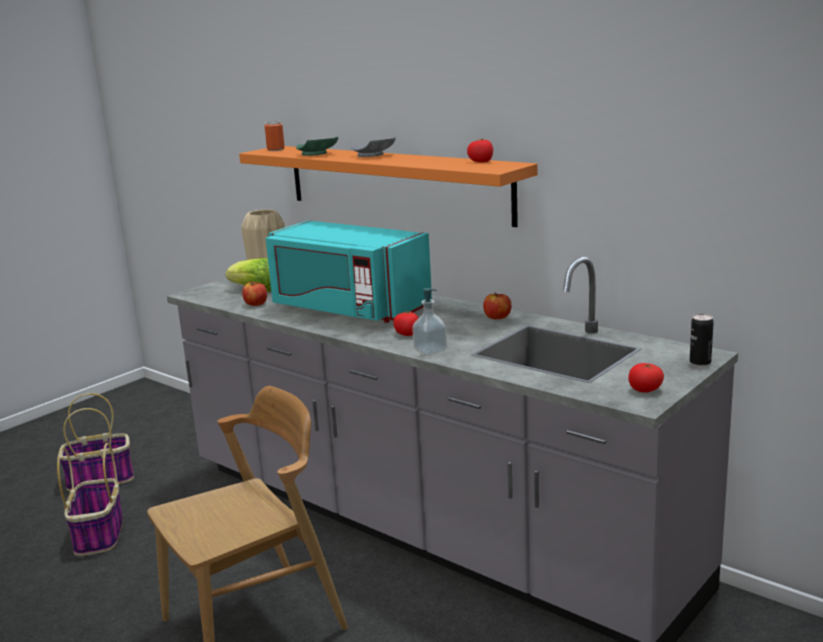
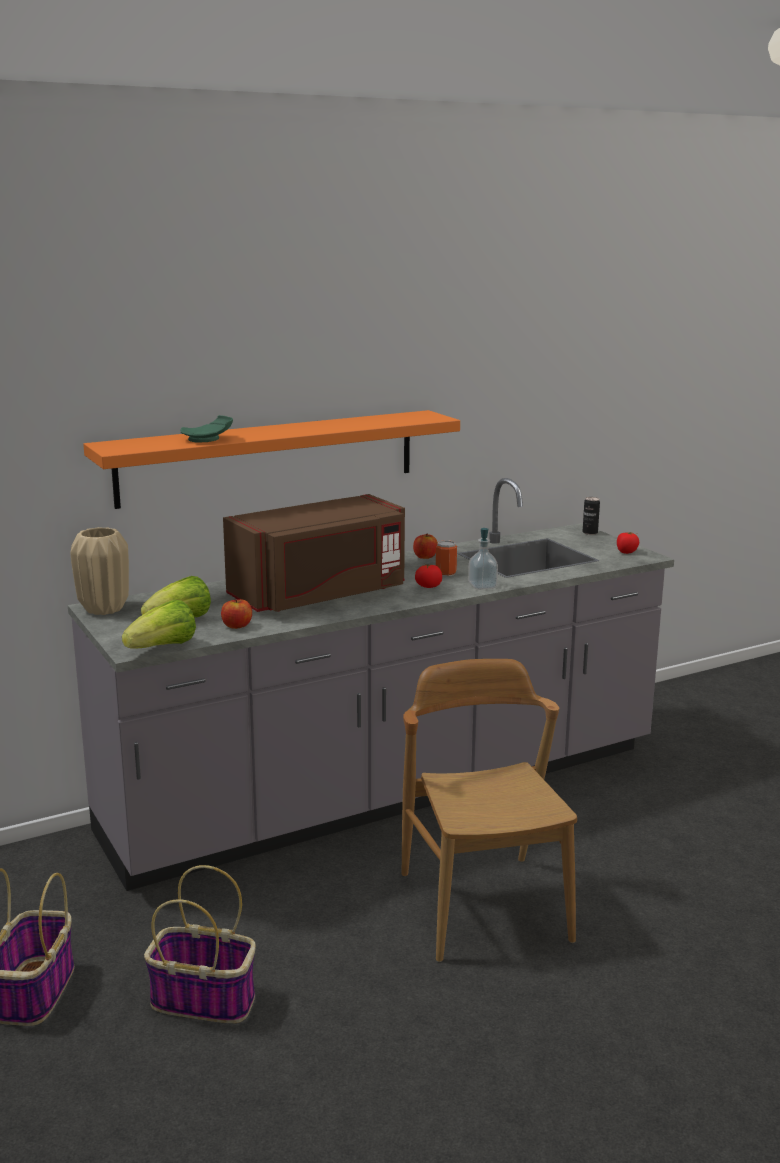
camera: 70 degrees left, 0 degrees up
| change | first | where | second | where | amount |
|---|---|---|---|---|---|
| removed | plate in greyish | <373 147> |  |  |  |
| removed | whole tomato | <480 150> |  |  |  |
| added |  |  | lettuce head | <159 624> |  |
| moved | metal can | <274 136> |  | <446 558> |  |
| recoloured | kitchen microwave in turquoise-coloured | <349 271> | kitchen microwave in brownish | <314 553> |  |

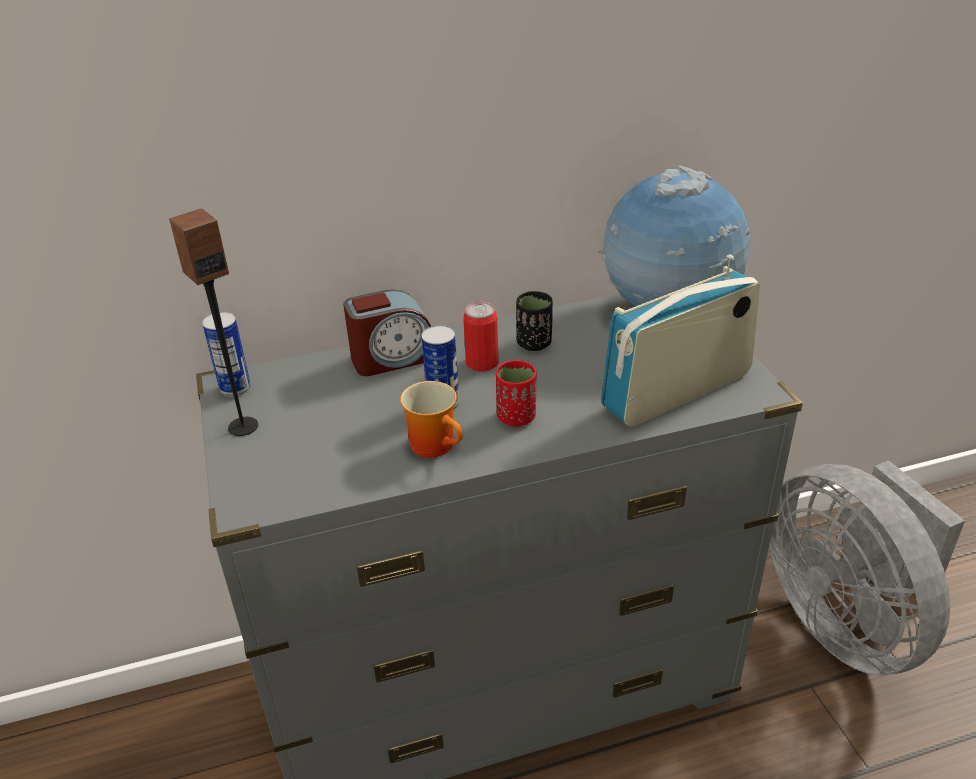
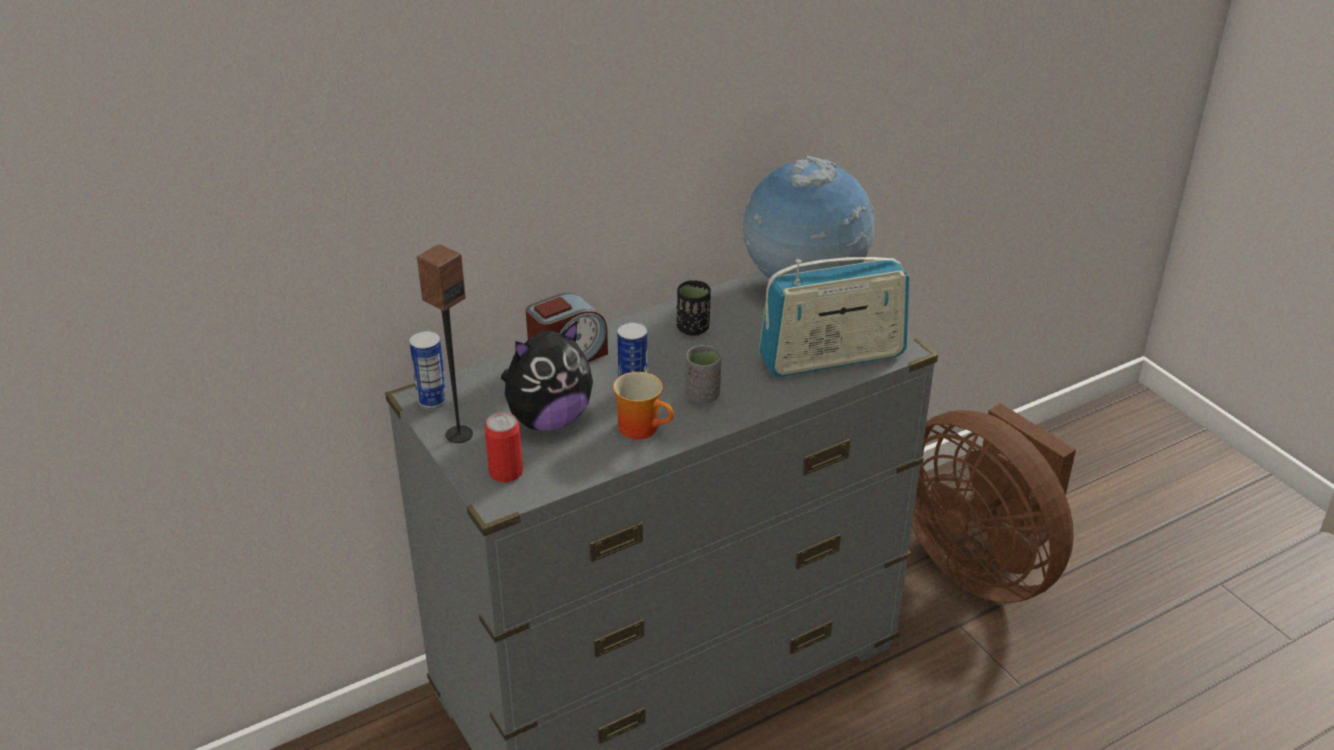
camera: 15 degrees left, 0 degrees up
| change | first | where | second | where | amount |
|---|---|---|---|---|---|
| added |  |  | cuddly toy | <547 375> |  |
| moved | metal can | <481 337> |  | <504 447> |  |
| recoloured | cup in reddish | <516 393> | cup in greyish | <703 374> |  |
| recoloured | electric fan in greyish | <867 568> | electric fan in brownish | <994 503> |  |
| turned | radio | <680 341> |  | <834 317> | 150 degrees counterclockwise |

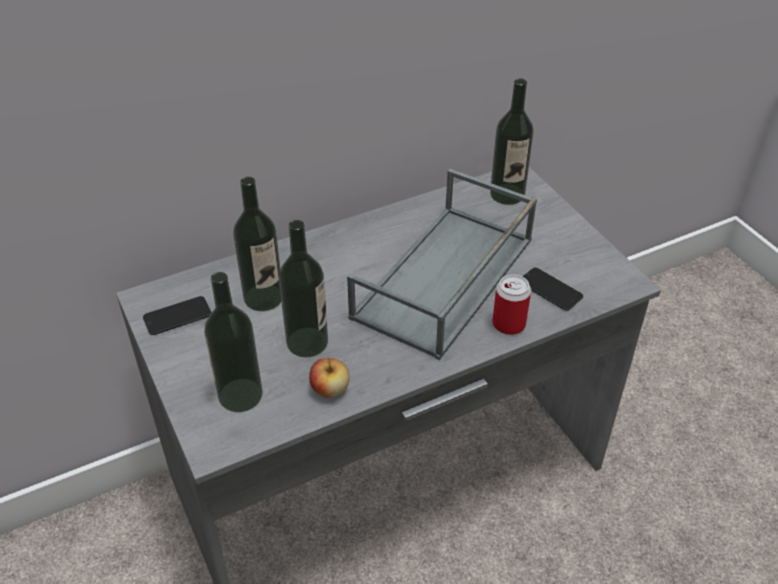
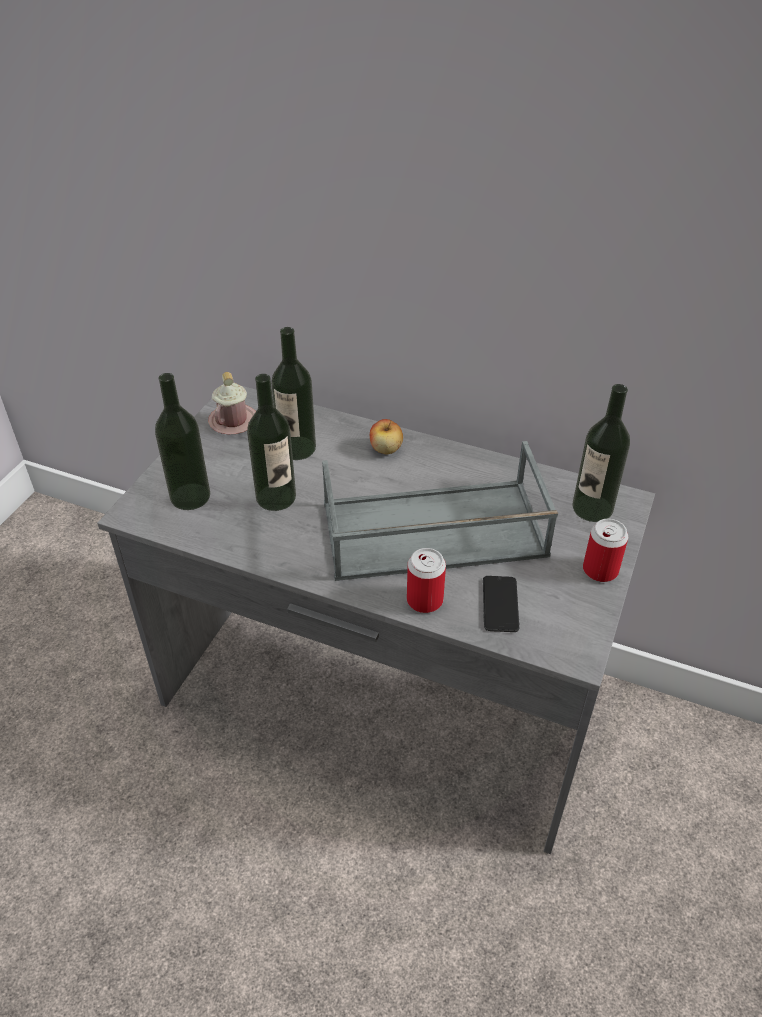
camera: 50 degrees right, 0 degrees up
| change | first | where | second | where | amount |
|---|---|---|---|---|---|
| added |  |  | metal can | <605 550> |  |
| moved | whole apple | <329 378> |  | <386 437> |  |
| replaced | phone | <177 315> | tea mug in pinkish | <232 403> |  |

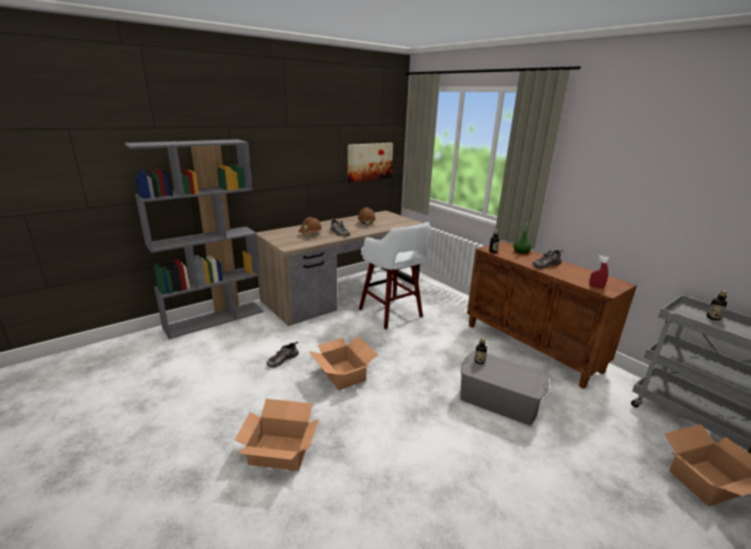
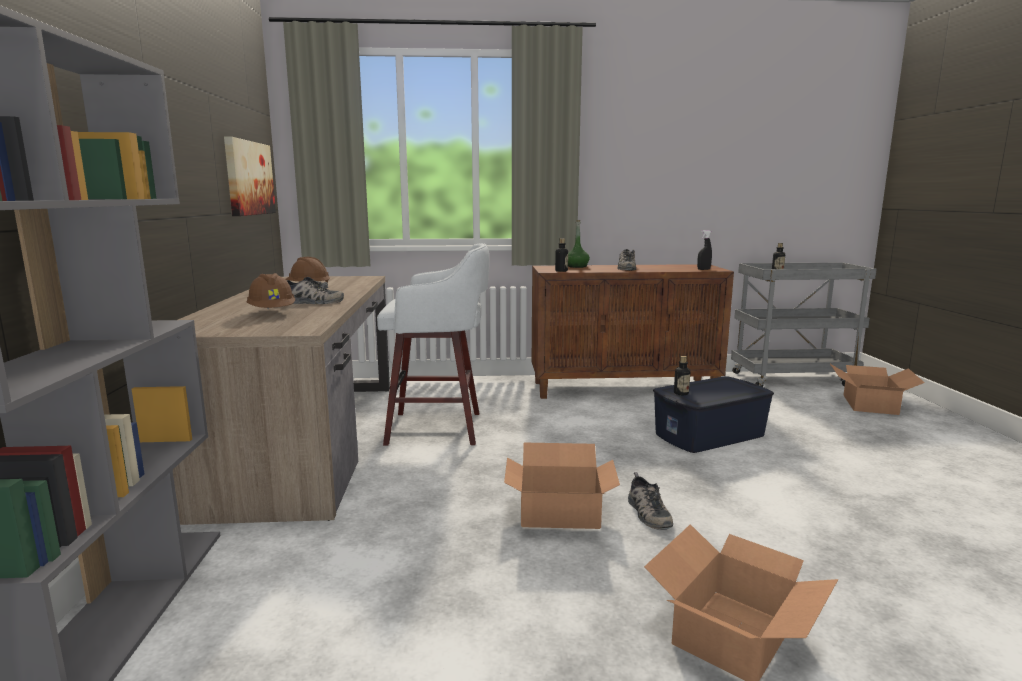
camera: 55 degrees left, 10 degrees down
| change | first | where | second | where | amount |
|---|---|---|---|---|---|
| moved | item of footwear | <283 354> |  | <650 501> |  |
| recoloured | storage container in greyish | <504 388> | storage container in blue-coloured | <713 414> |  |
| recoloured | sprayer in reddish | <599 272> | sprayer in black | <704 250> |  |

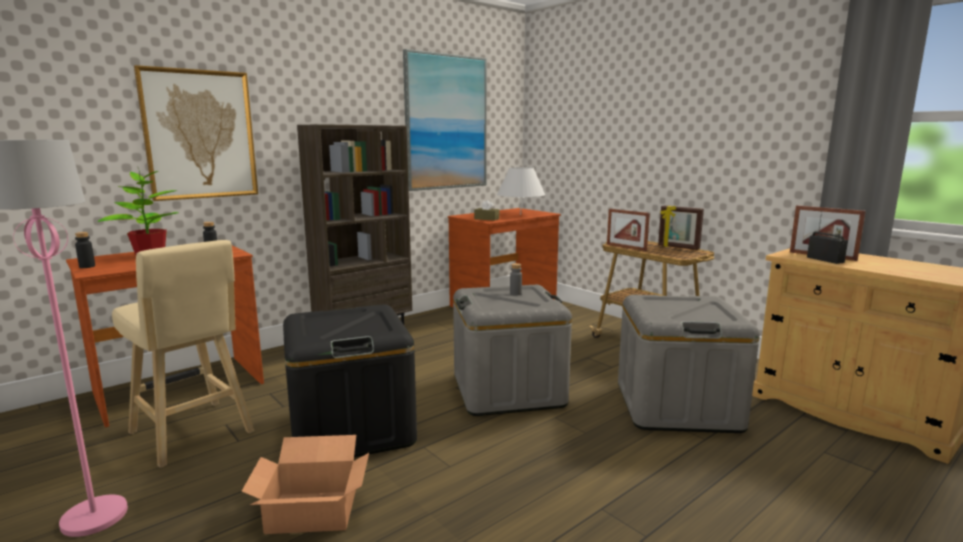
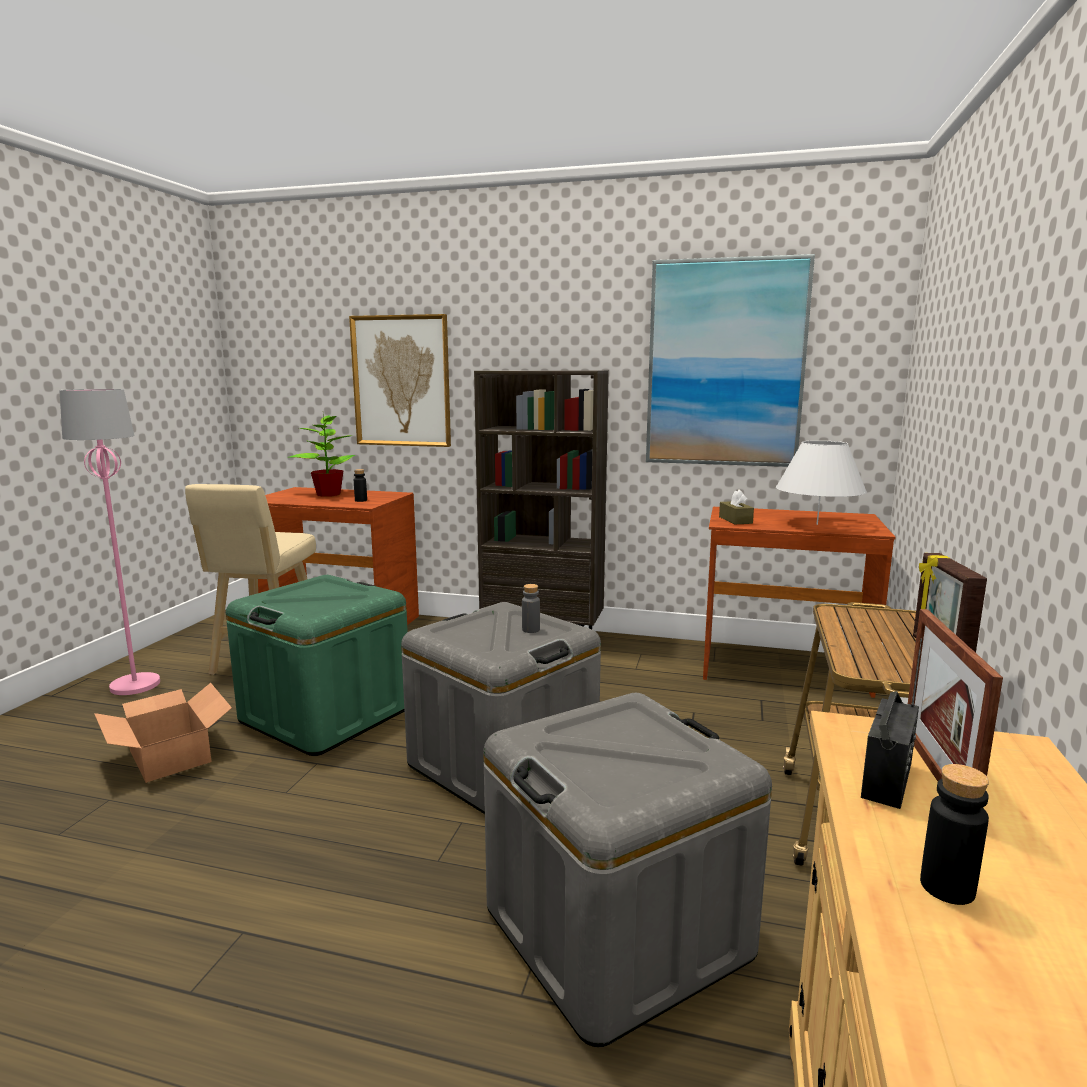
camera: 55 degrees right, 0 degrees up
| change | first | where | second | where | amount |
|---|---|---|---|---|---|
| removed | standing frame | <628 230> |  |  |  |
| moved | beverage bottle in black | <85 250> |  | <954 834> |  |
| recoloured | storage container in black | <350 380> | storage container in greenish | <317 665> |  |

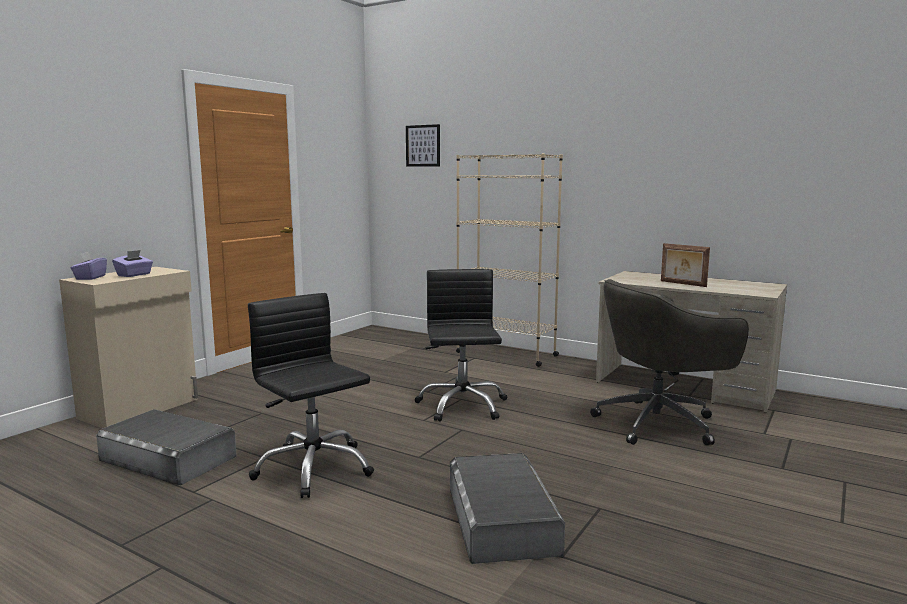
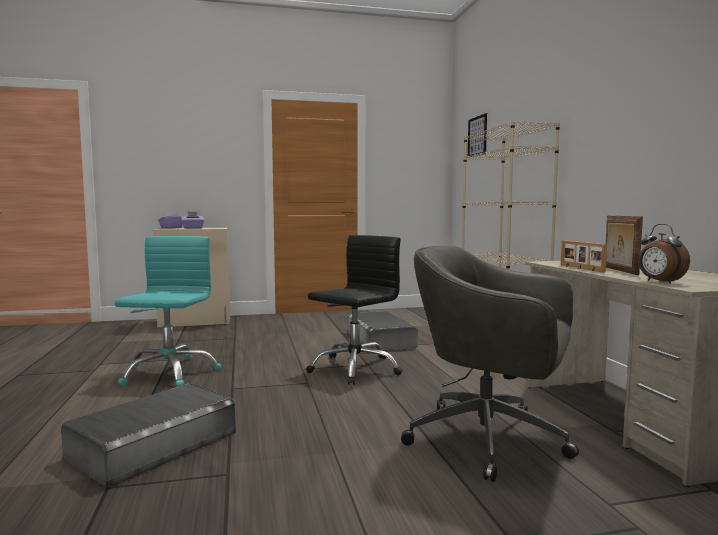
camera: 45 degrees right, 5 degrees down
| change | first | where | second | where | amount |
|---|---|---|---|---|---|
| added |  |  | standing frame | <584 256> |  |
| added |  |  | bedside clock | <664 254> |  |
| moved | storage container in greyish | <166 447> |  | <383 331> |  |
| recoloured | desk chair in black | <311 395> | desk chair in turquoise-coloured | <168 311> |  |

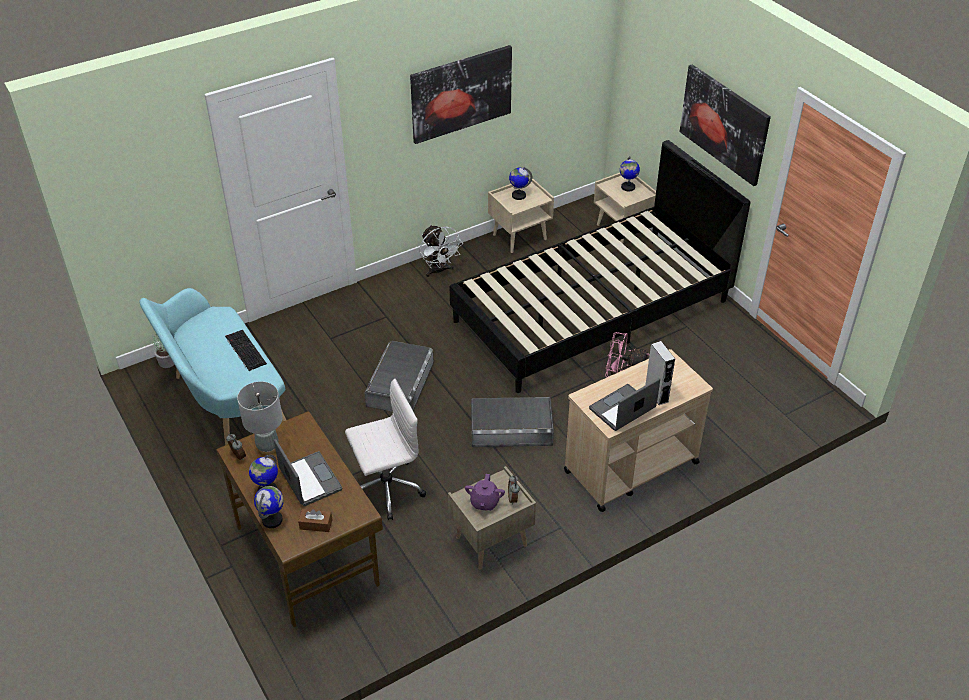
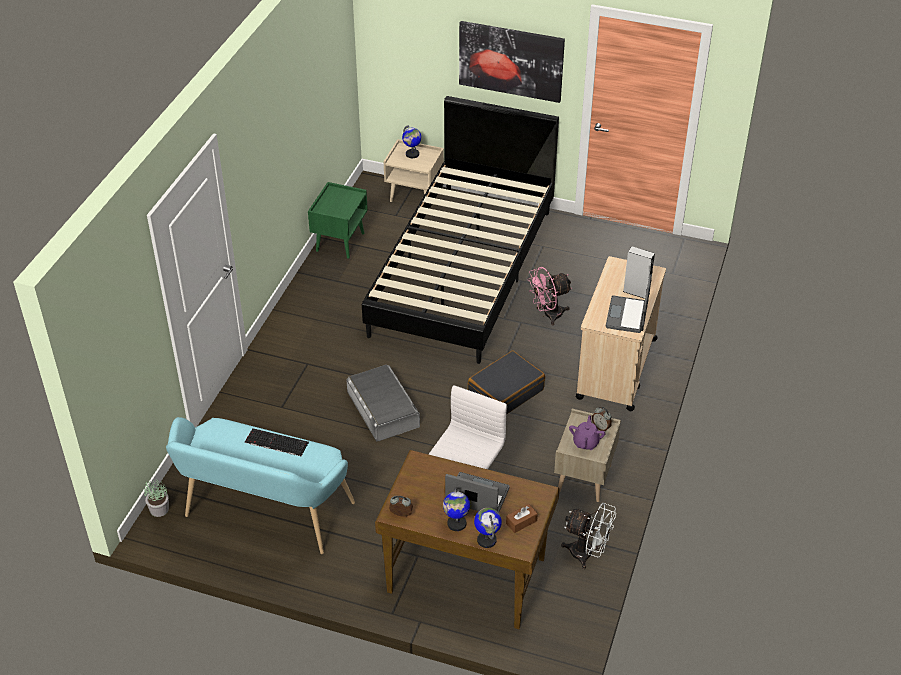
camera: 40 degrees left, 0 degrees up
| change | first | where | second | where | amount |
|---|---|---|---|---|---|
| removed | lamp for a table in greyish | <260 418> |  |  |  |
| removed | picture | <461 94> |  |  |  |
| removed | desk globe | <520 183> |  |  |  |
| moved | electric fan in white-coloured | <441 251> |  | <588 536> |  |
| replaced | storage container in greyish | <512 422> | suitcase in black | <506 383> |  |
| recoloured | nightstand in sand-coloured | <521 215> | nightstand in greenish | <338 220> |  |
| turned | pot for tea in purplish | <485 492> |  | <587 432> | 135 degrees counterclockwise |

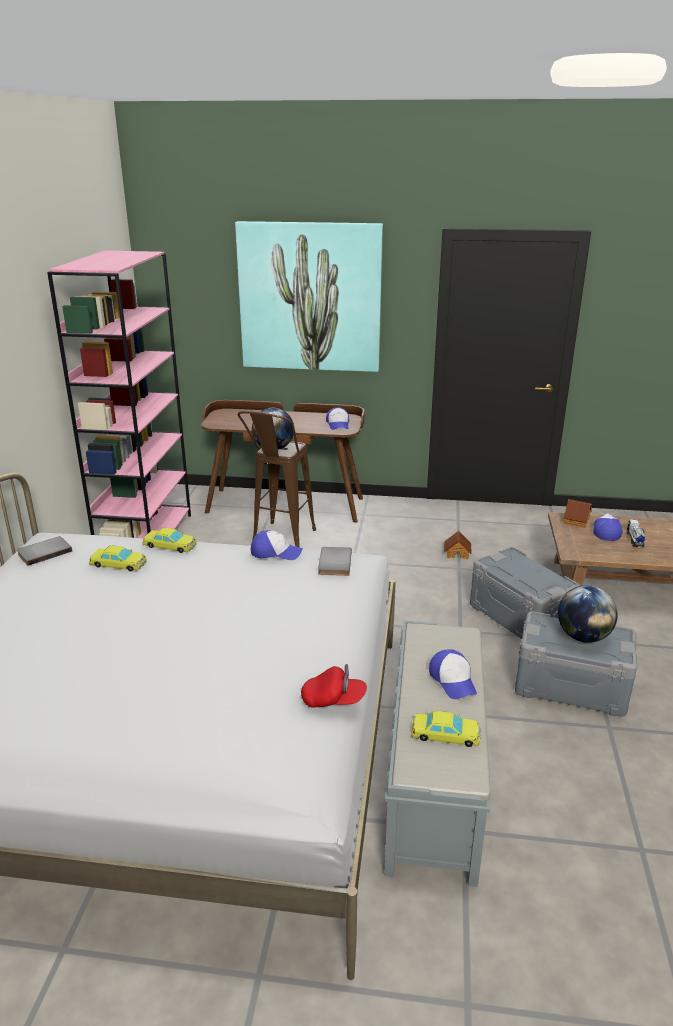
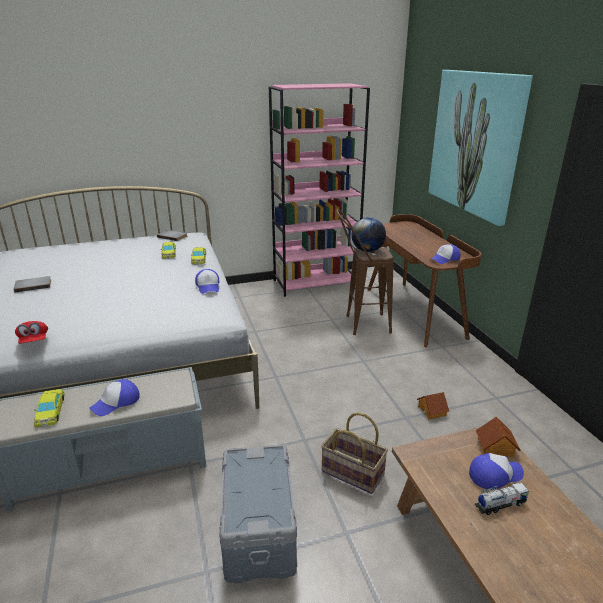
camera: 65 degrees right, 0 degrees up
| change | first | where | second | where | amount |
|---|---|---|---|---|---|
| removed | desk globe | <588 614> |  |  |  |
| moved | bound book in greyish | <335 561> |  | <32 284> |  |
| replaced | storage container in greyish | <525 593> | basket | <354 453> |  |

